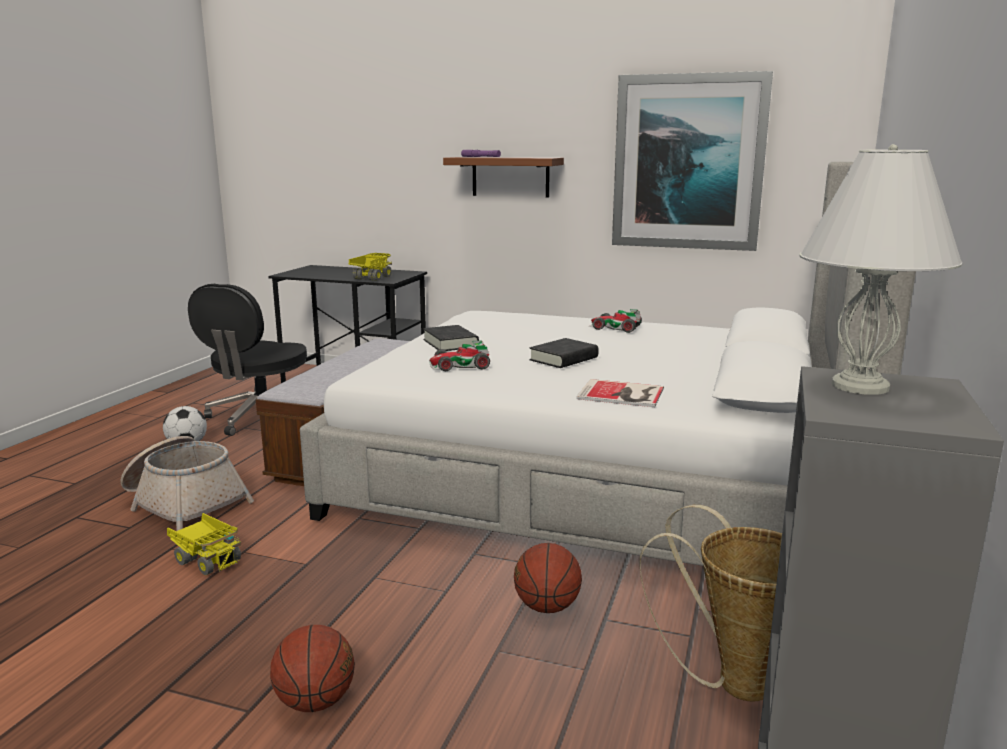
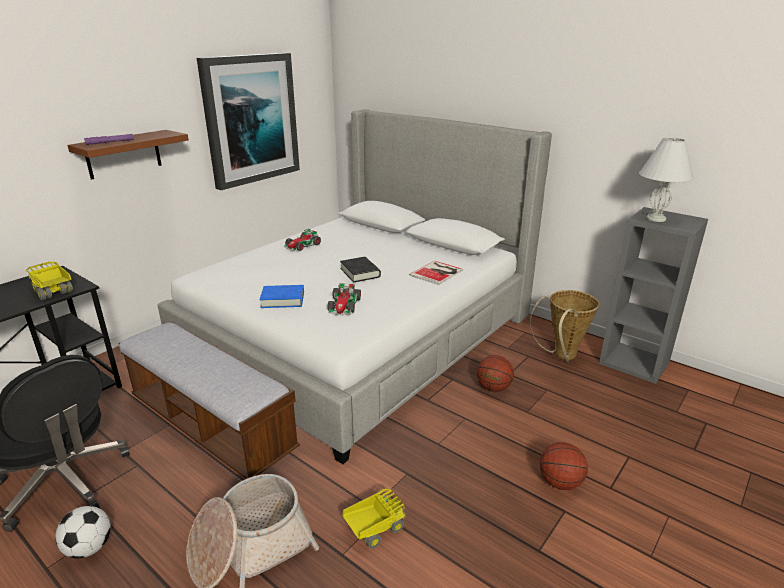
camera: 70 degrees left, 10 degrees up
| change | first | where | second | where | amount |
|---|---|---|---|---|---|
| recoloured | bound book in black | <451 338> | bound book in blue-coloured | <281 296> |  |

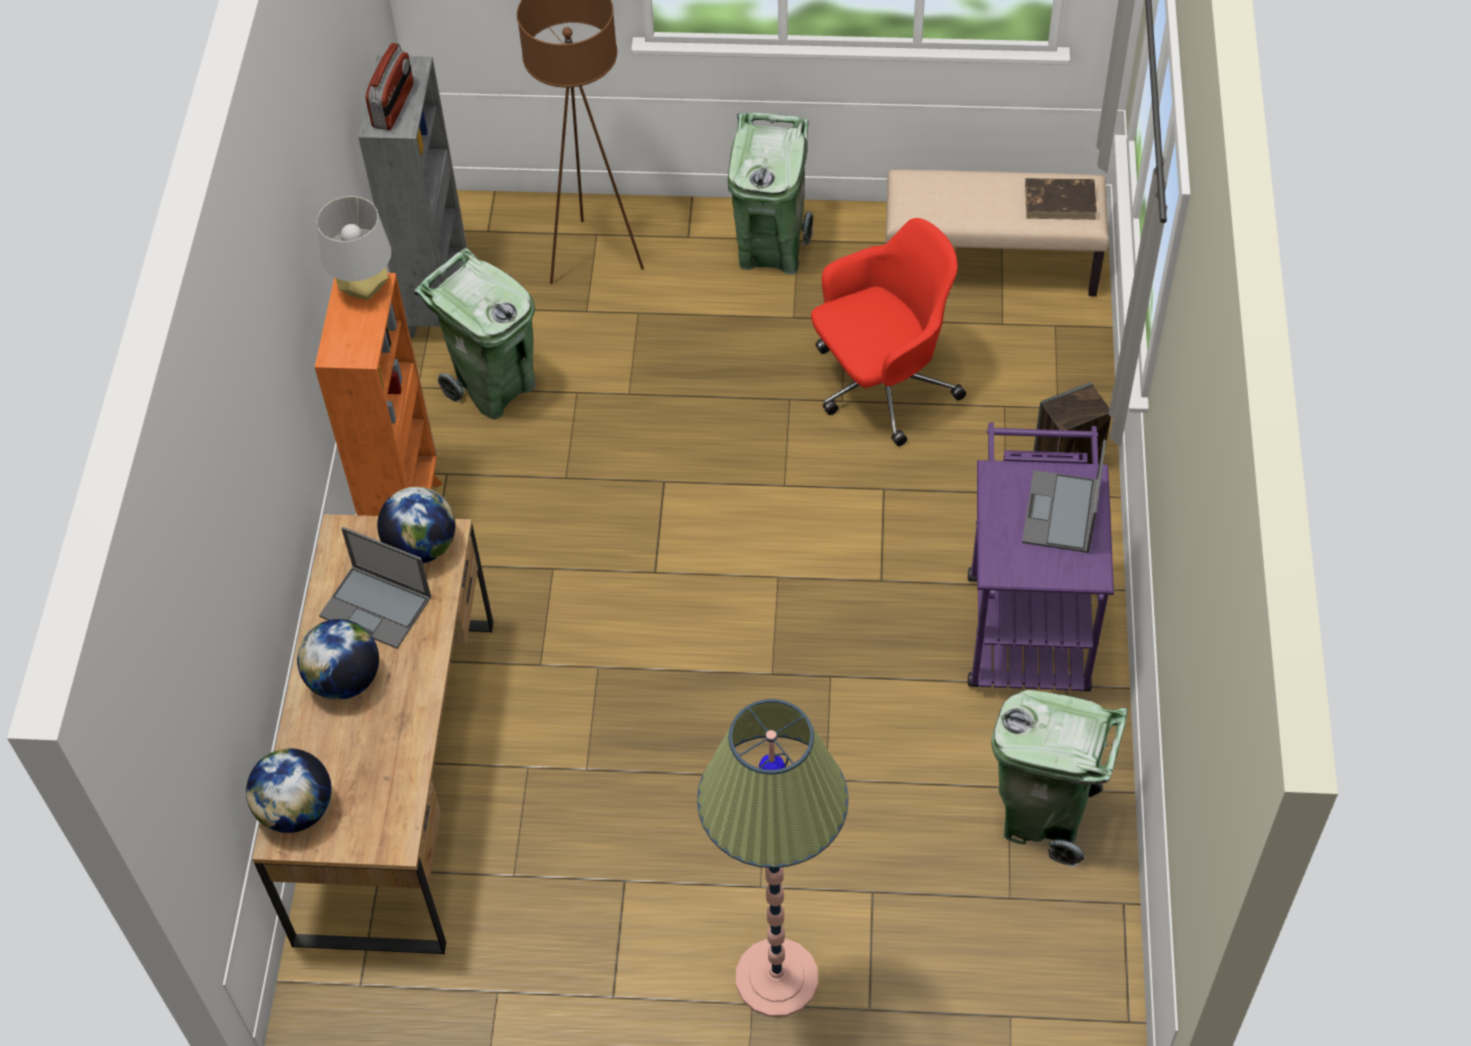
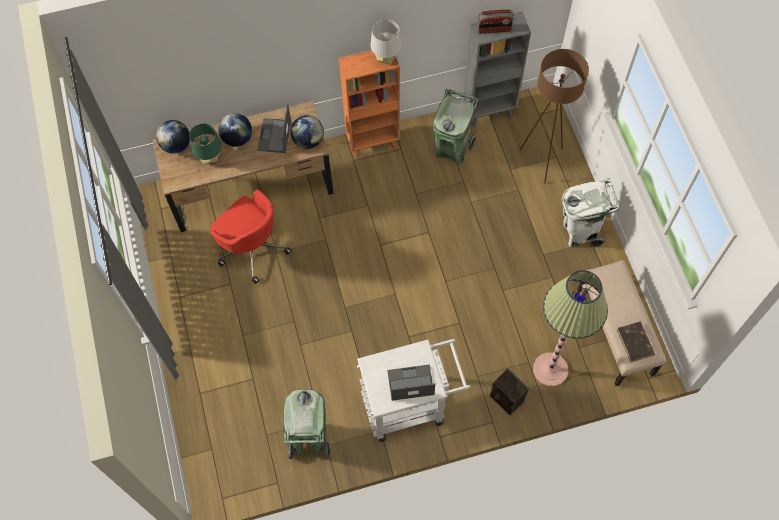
camera: 70 degrees right, 10 degrees up
| change | first | where | second | where | amount |
|---|---|---|---|---|---|
| added |  |  | lamp for a table in greenish | <205 143> |  |
| moved | standing lamp | <773 858> |  | <570 328> |  |
| moved | desk chair in reddish | <888 332> |  | <251 236> |  |
| recoloured | waste bin in greenish | <771 194> | waste bin in white-coloured | <590 213> |  |
| recoloured | cart in purplish | <1041 557> | cart in white-coloured | <414 390> |  |

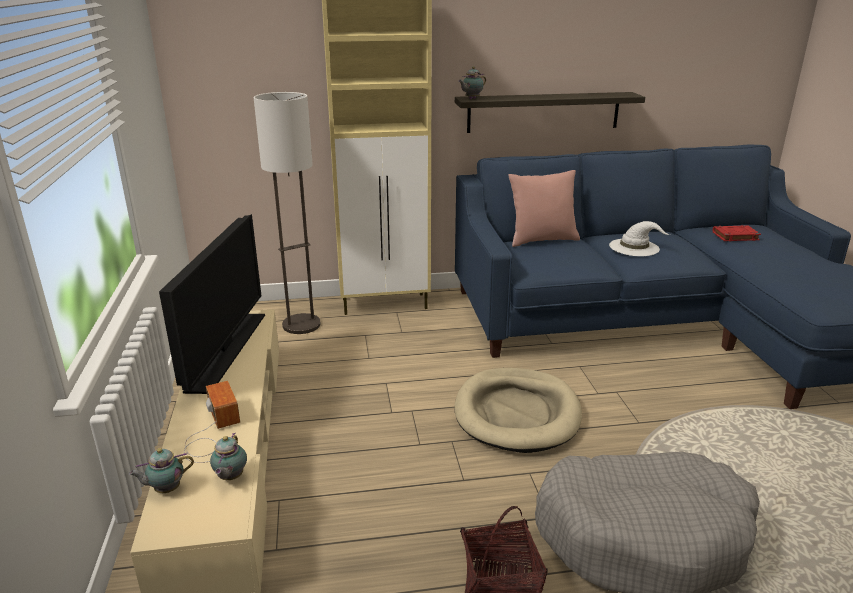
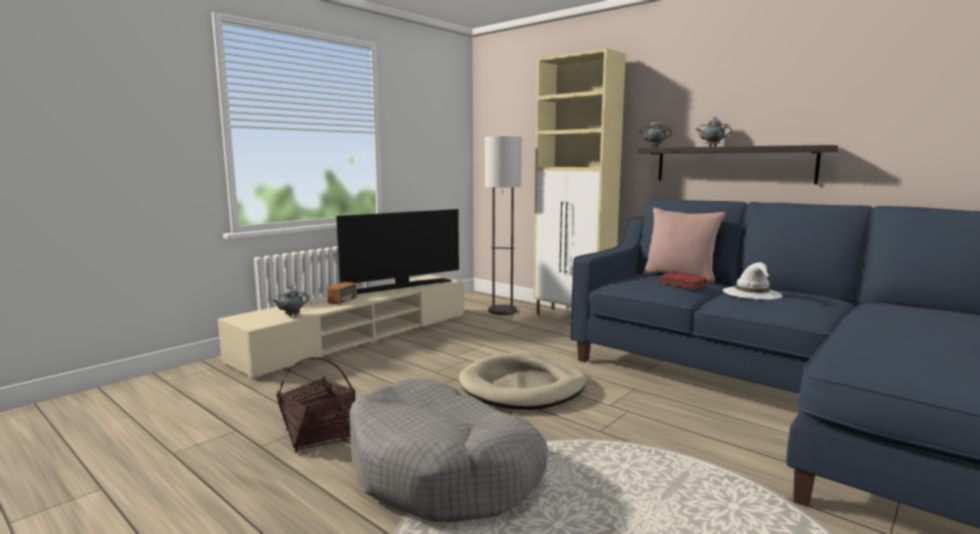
camera: 50 degrees right, 15 degrees down
| change | first | where | second | where | amount |
|---|---|---|---|---|---|
| moved | pot for tea | <161 470> |  | <713 132> |  |
| moved | bound book in reddish | <737 233> |  | <682 281> |  |

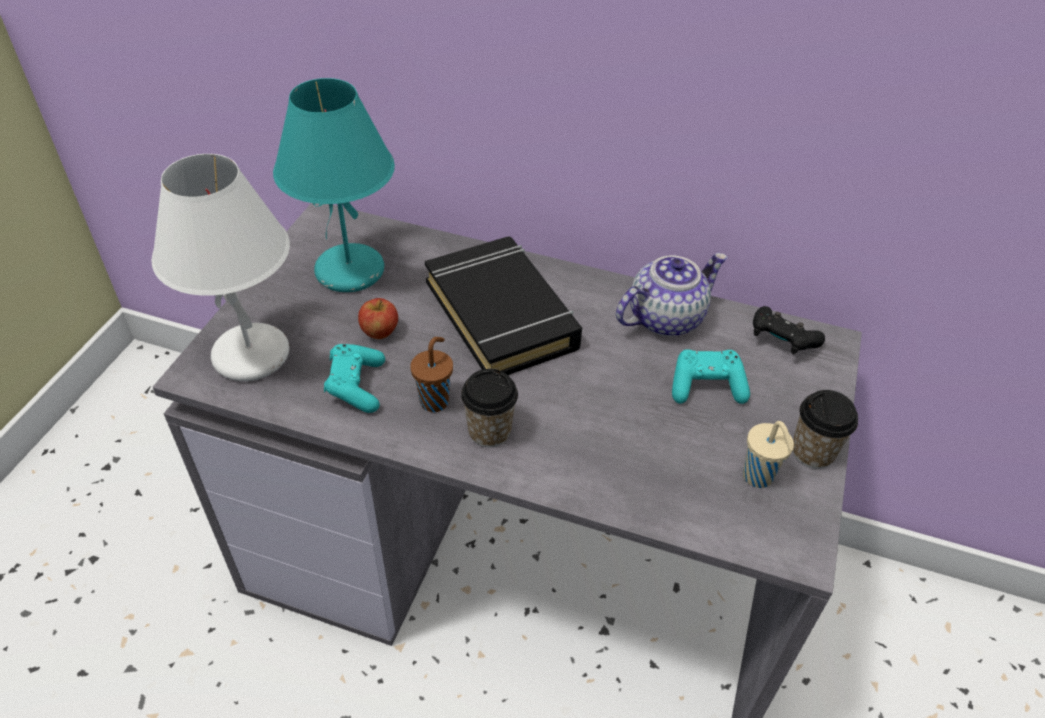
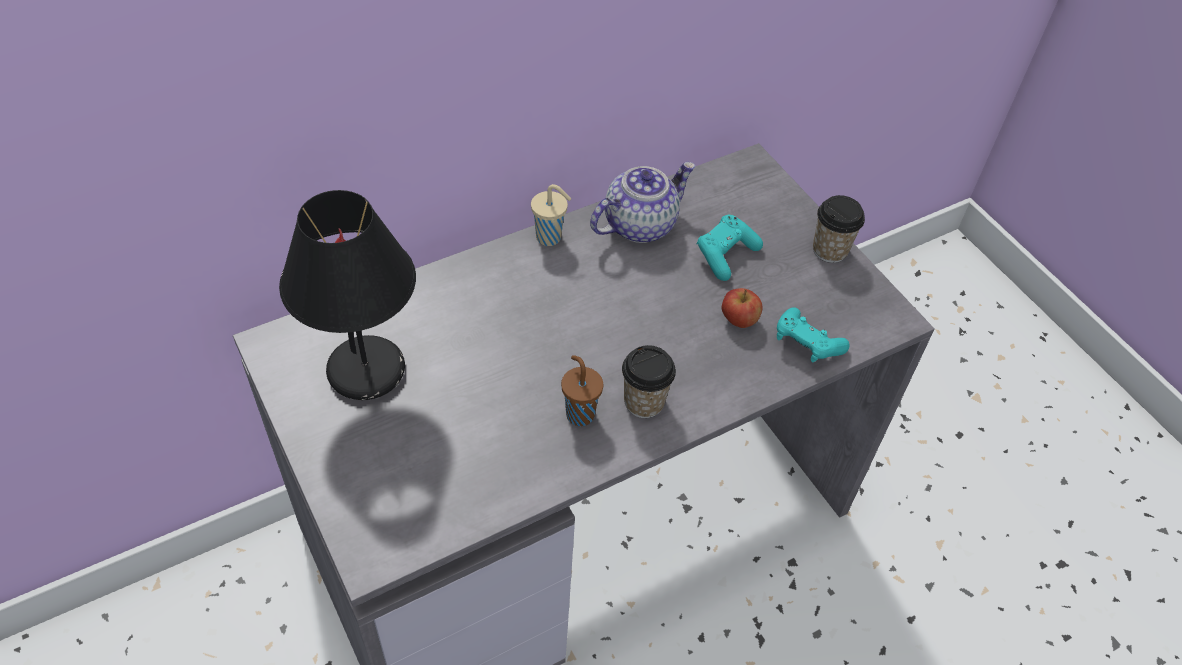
camera: 50 degrees left, 5 degrees up
| change | first | where | second | where | amount |
|---|---|---|---|---|---|
| removed | lamp for a table in white-coloured | <220 267> |  |  |  |
| removed | bound book in black | <503 305> |  |  |  |
| removed | game controller in black | <789 330> |  |  |  |
| moved | game controller in turquoise-coloured | <354 378> |  | <813 334> |  |
| moved | whole apple | <378 318> |  | <742 308> |  |
| moved | cup in sand-coloured | <768 454> |  | <551 215> |  |
| recoloured | lamp for a table in turquoise-coloured | <334 185> | lamp for a table in black | <347 295> |  |
| turned | pot for tea | <671 295> |  | <643 202> | 45 degrees clockwise |

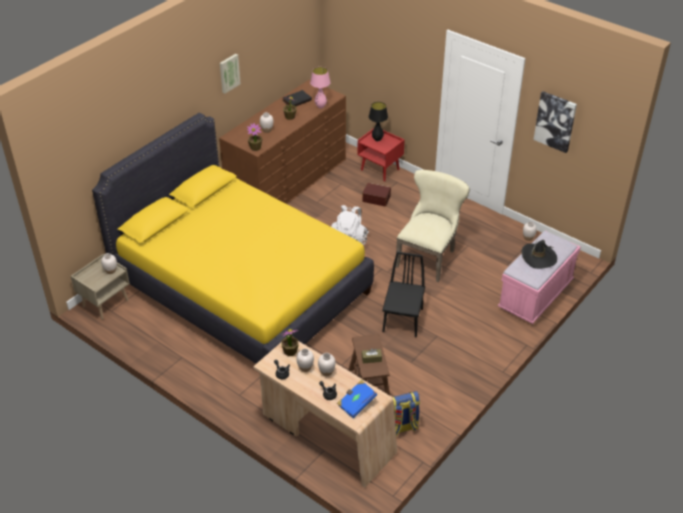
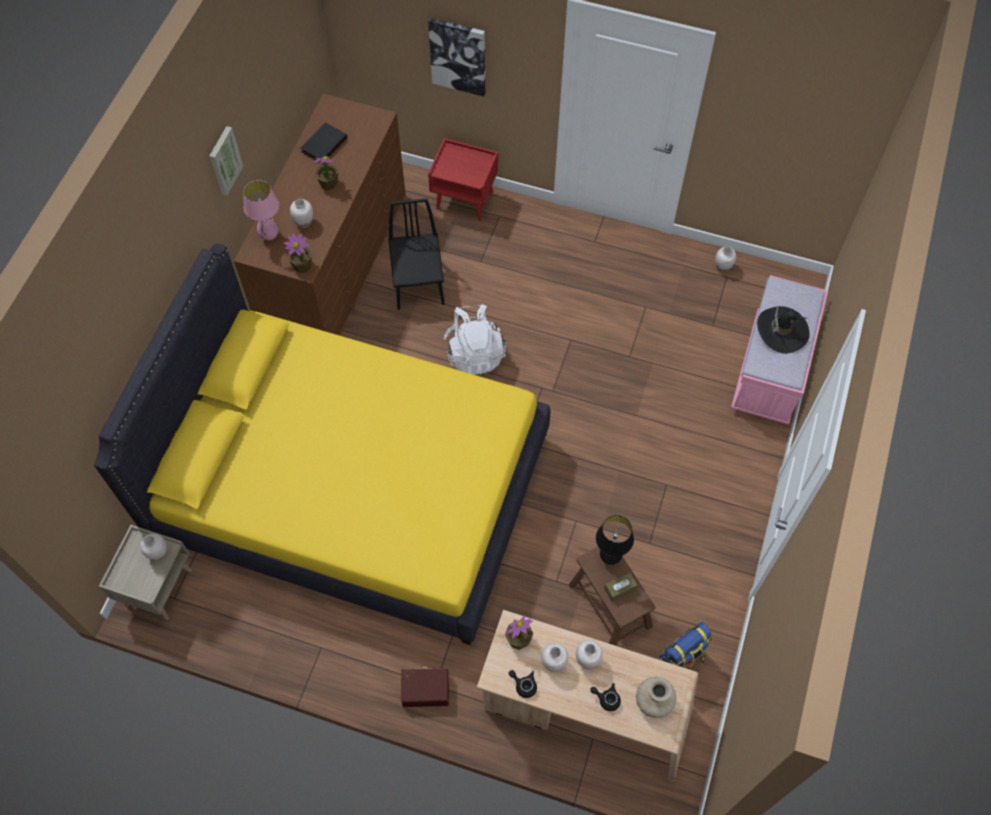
camera: 20 degrees left, 20 degrees up
| change | first | where | second | where | amount |
|---|---|---|---|---|---|
| removed | upright chair in sand-coloured | <433 226> |  |  |  |
| moved | lamp for a table in pinkish | <320 88> |  | <261 210> |  |
| moved | storage container in brownish | <376 195> |  | <425 687> |  |
| moved | lamp for a table in black | <378 121> |  | <615 540> |  |
| moved | upright chair in black | <403 294> |  | <416 254> |  |
| moved | picture | <555 122> |  | <456 57> |  |
| replaced | bound book in blue-coloured | <357 399> | flower vase in sand-coloured | <656 697> |  |

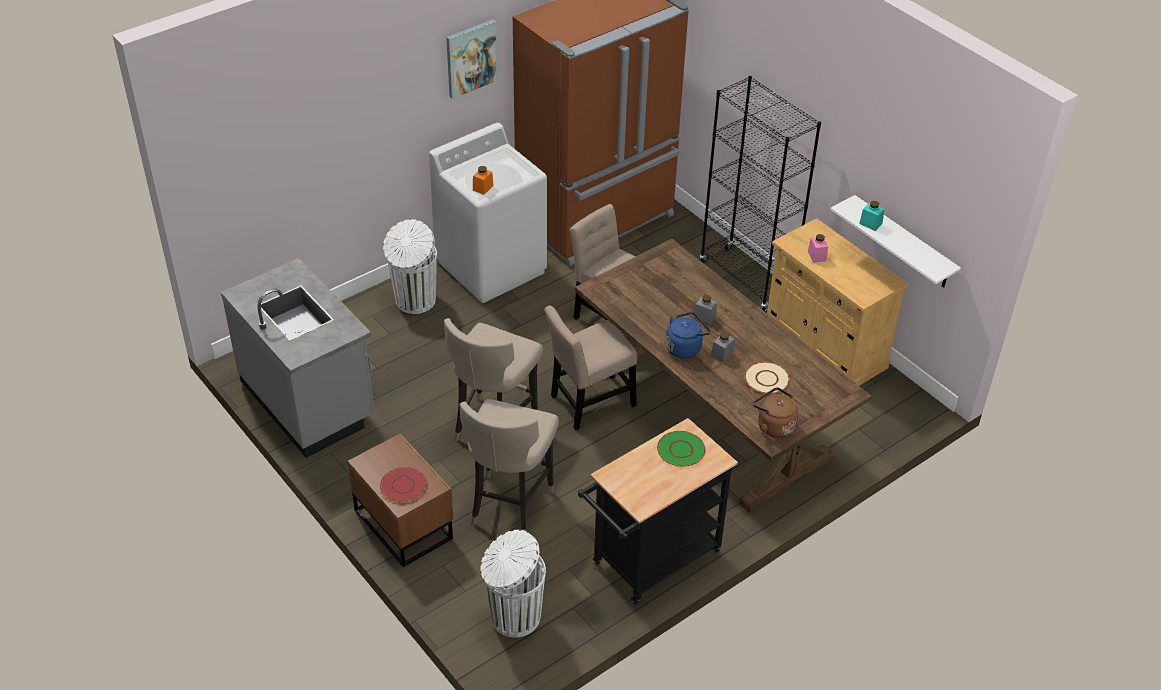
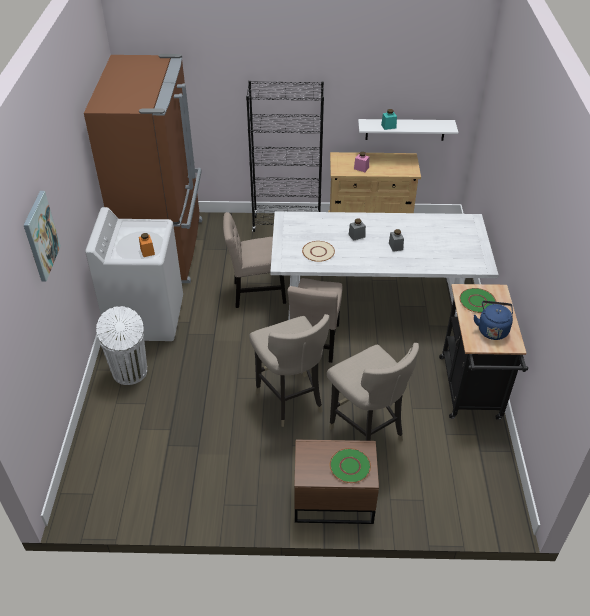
camera: 50 degrees left, 0 degrees up
| change | first | where | second | where | amount |
|---|---|---|---|---|---|
| removed | kitchen counter in greyish | <297 358> |  |  |  |
| removed | waste bin in white-coloured | <513 584> |  |  |  |
| removed | water kettle in brownish | <775 412> |  |  |  |
| moved | picture | <471 59> |  | <42 236> |  |
| moved | water kettle in blue-coloured | <688 335> |  | <493 320> |  |
| moved | plate in sand-coloured | <767 378> |  | <318 251> |  |
| recoloured | plate in reddish | <403 485> | plate in greenish | <350 465> |  |
| recoloured | kitchen table in brownish | <723 376> | kitchen table in white-coloured | <384 265> |  |

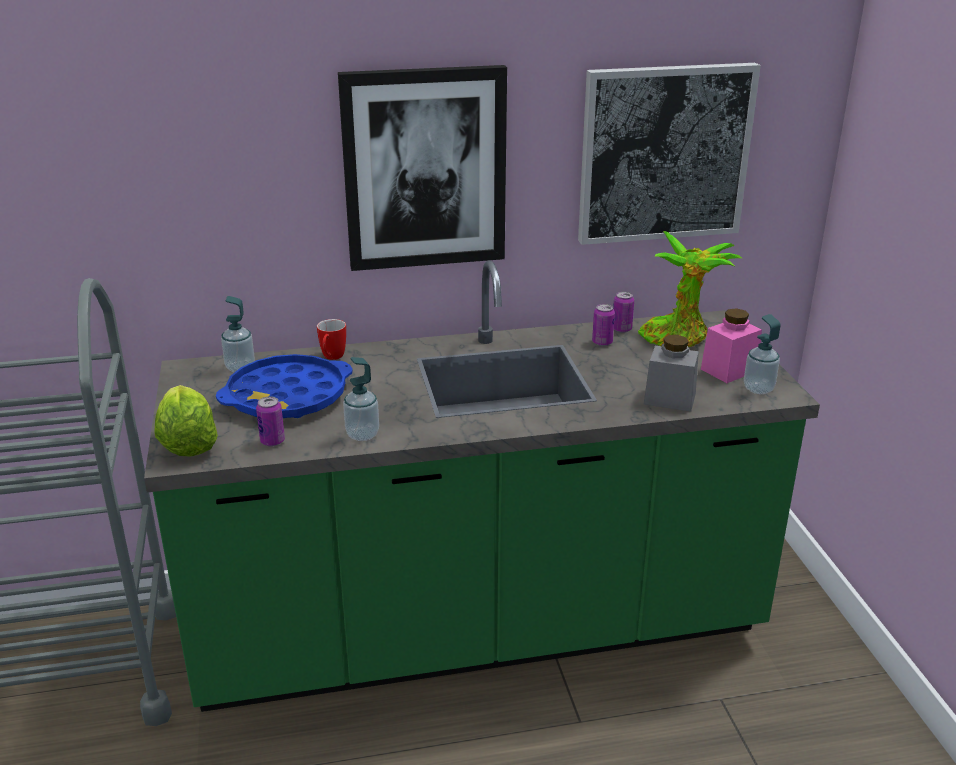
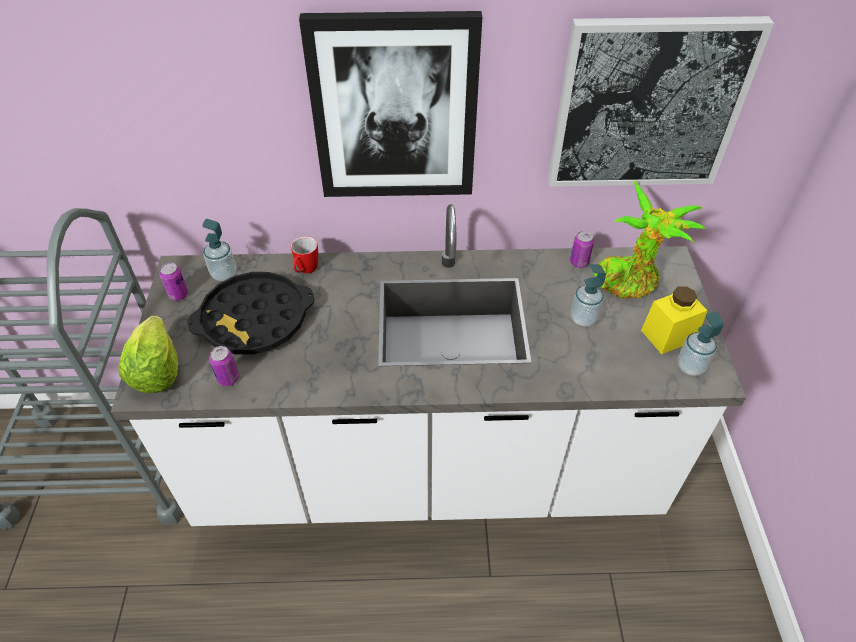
camera: 10 degrees right, 20 degrees up
| change | first | where | second | where | amount |
|---|---|---|---|---|---|
| removed | jar in greyish | <671 373> |  |  |  |
| moved | liquid soap bottle | <361 399> |  | <588 295> |  |
| moved | metal can | <603 325> |  | <173 282> |  |
| recoloured | kitchen counter in greenish | <482 486> | kitchen counter in white-coloured | <428 365> |  |
| recoloured | serving tray in blue-coloured | <284 386> | serving tray in black | <250 313> |  |
| recoloured | jar in pinkish | <731 345> | jar in yellowish | <674 320> |  |

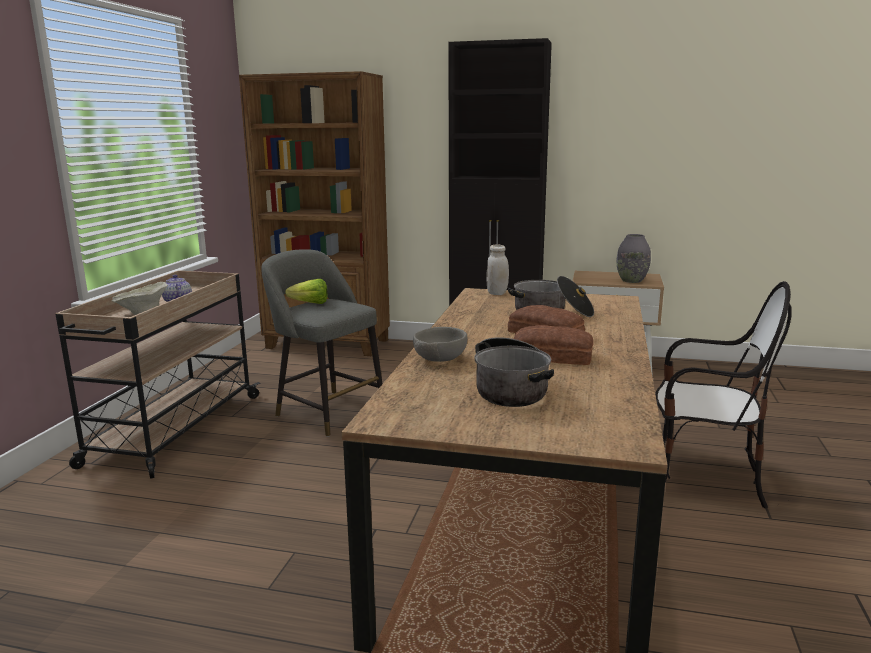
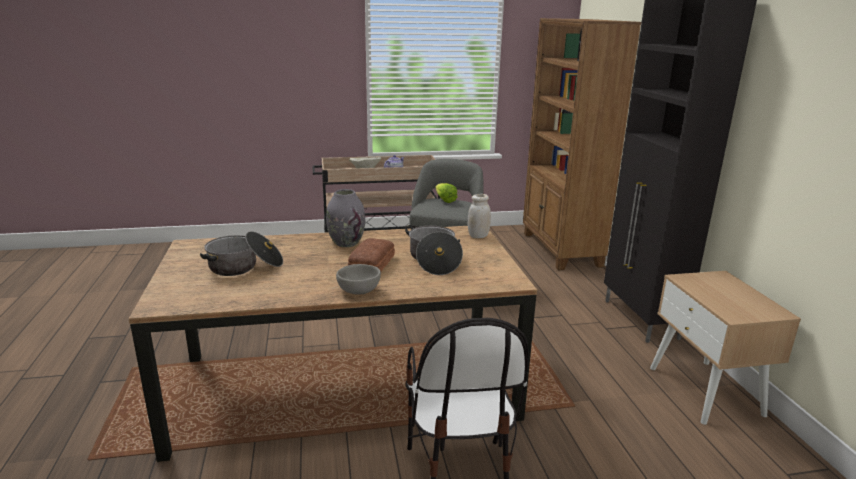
camera: 65 degrees right, 5 degrees up
| change | first | where | second | where | amount |
|---|---|---|---|---|---|
| removed | bread | <554 345> |  |  |  |
| moved | bowl in greyish | <440 344> |  | <358 279> |  |
| moved | flower vase in greyish | <633 258> |  | <345 218> |  |

